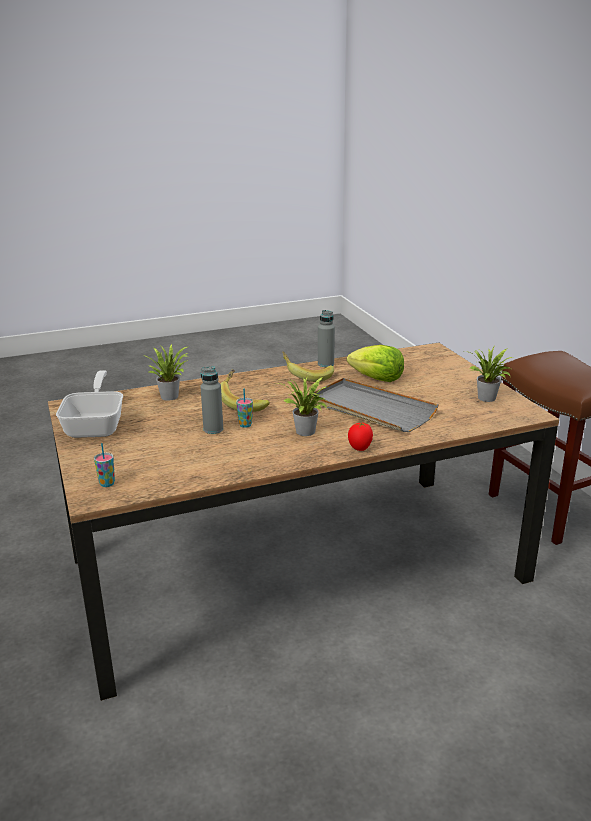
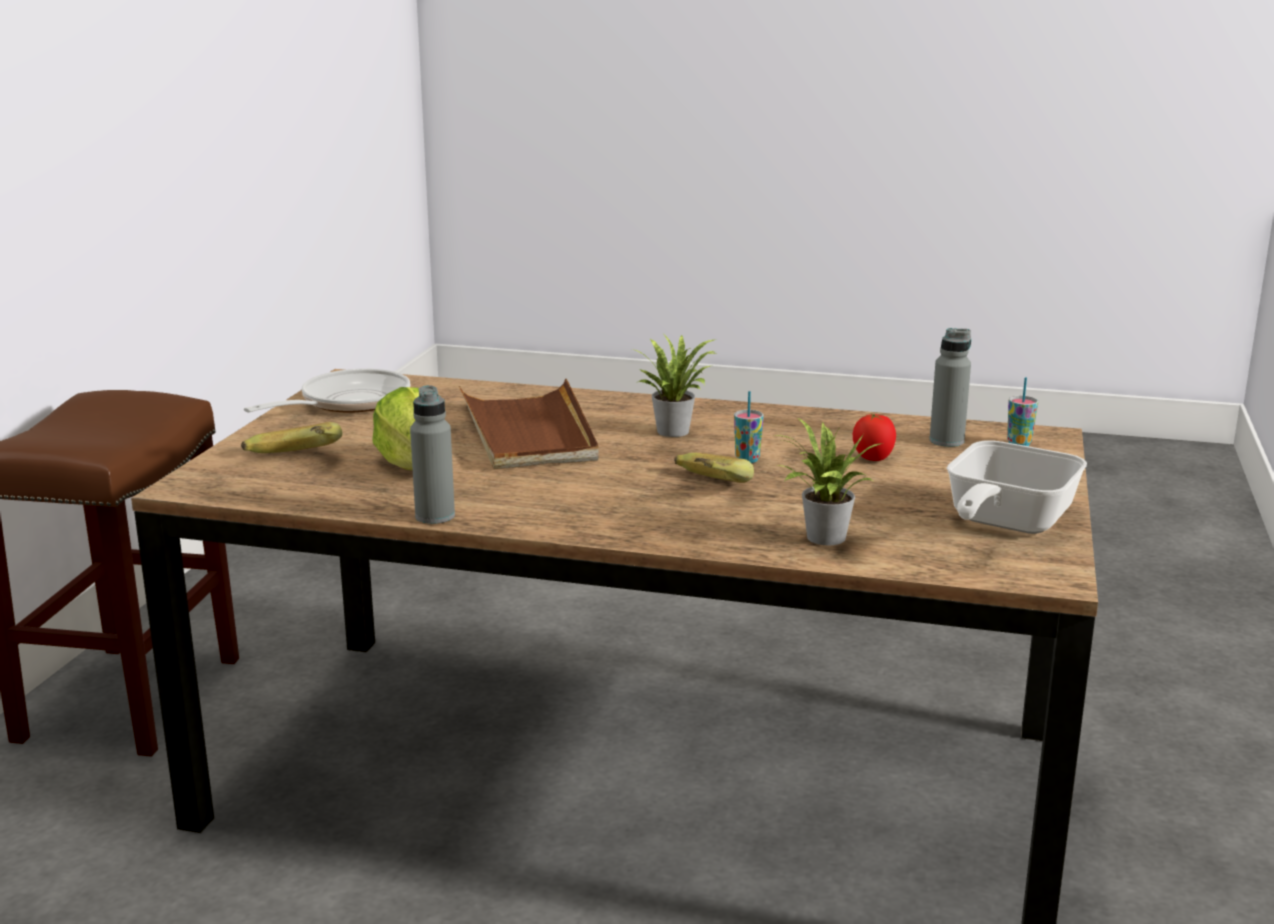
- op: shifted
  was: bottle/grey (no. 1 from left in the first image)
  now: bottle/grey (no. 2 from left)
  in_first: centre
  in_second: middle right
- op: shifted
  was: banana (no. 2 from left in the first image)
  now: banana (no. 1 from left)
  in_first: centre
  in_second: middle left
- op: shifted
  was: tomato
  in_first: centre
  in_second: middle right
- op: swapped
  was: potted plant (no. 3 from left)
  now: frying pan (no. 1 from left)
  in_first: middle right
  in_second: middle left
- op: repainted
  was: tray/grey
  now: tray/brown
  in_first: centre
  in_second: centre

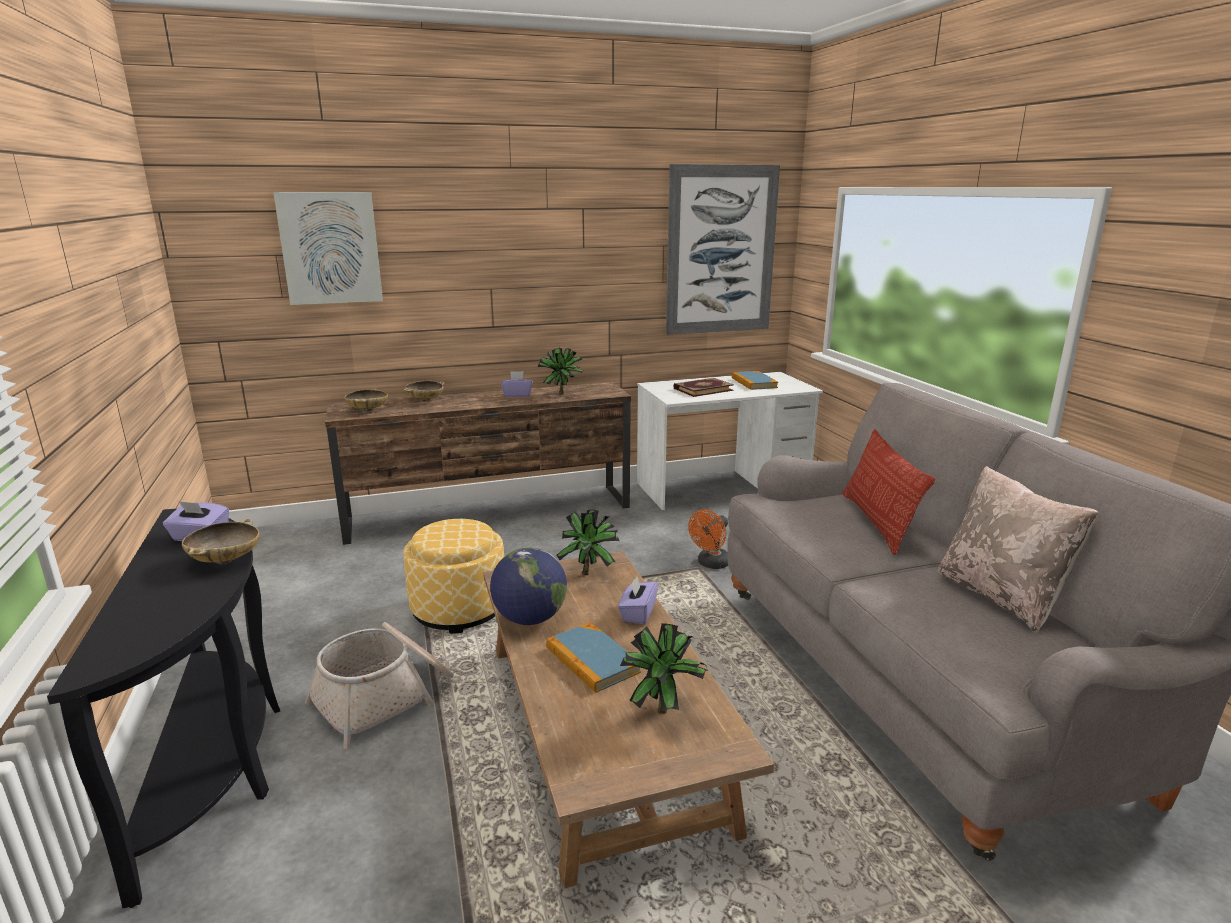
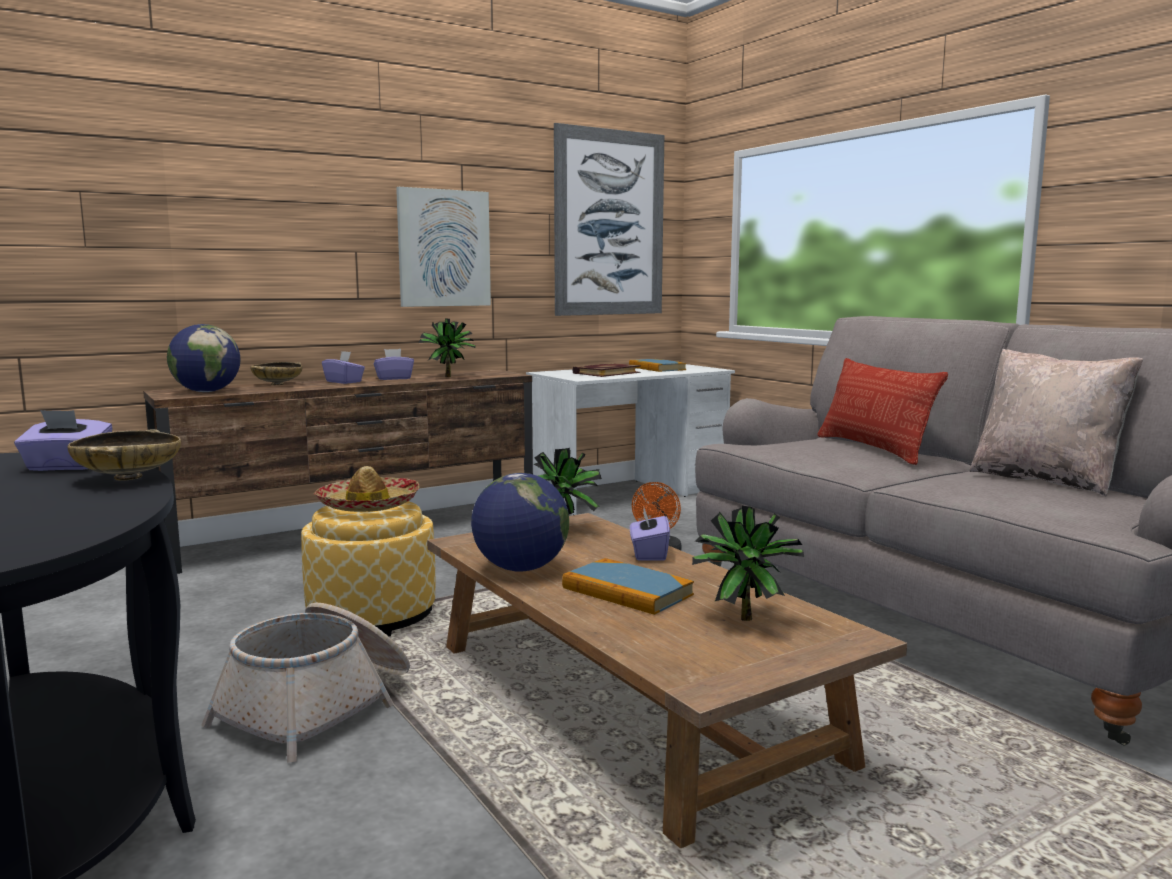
- op: new
  now: hat
  in_second: middle left
- op: new
  now: tissue box/purple (no. 2 from left)
  in_second: middle left
- op: shifted
  was: picture (no. 1 from left)
  in_first: top left
  in_second: top centre
- op: swapped
  was: bowl/beige (no. 2 from left)
  now: globe (no. 1 from left)
  in_first: middle left
  in_second: middle left

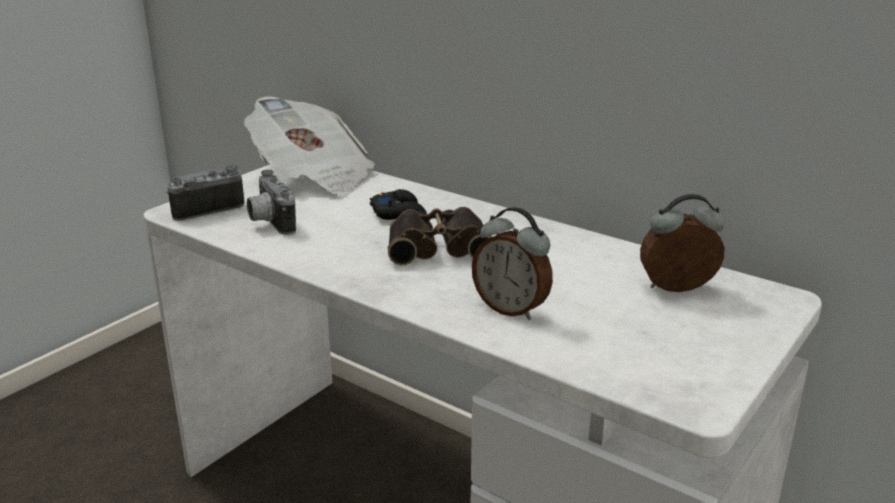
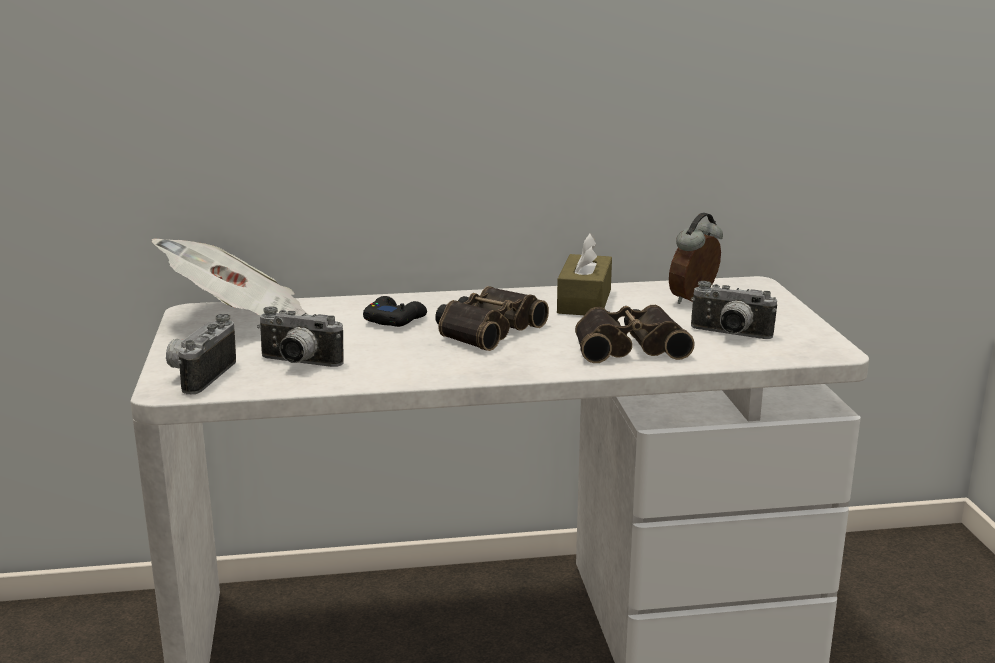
- op: new
  now: tissue box/brown
  in_second: centre
- op: new
  now: photo camera (no. 3 from left)
  in_second: middle right
- op: swapped
  was: alarm clock (no. 1 from left)
  now: binoculars (no. 2 from left)
  in_first: centre
  in_second: centre

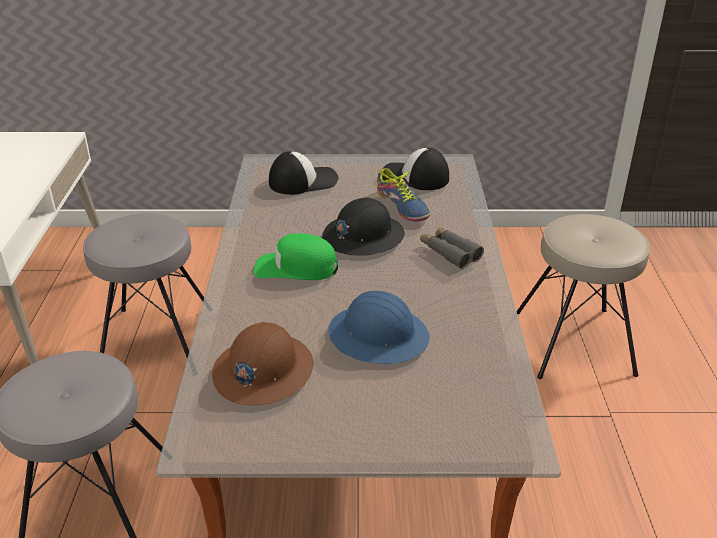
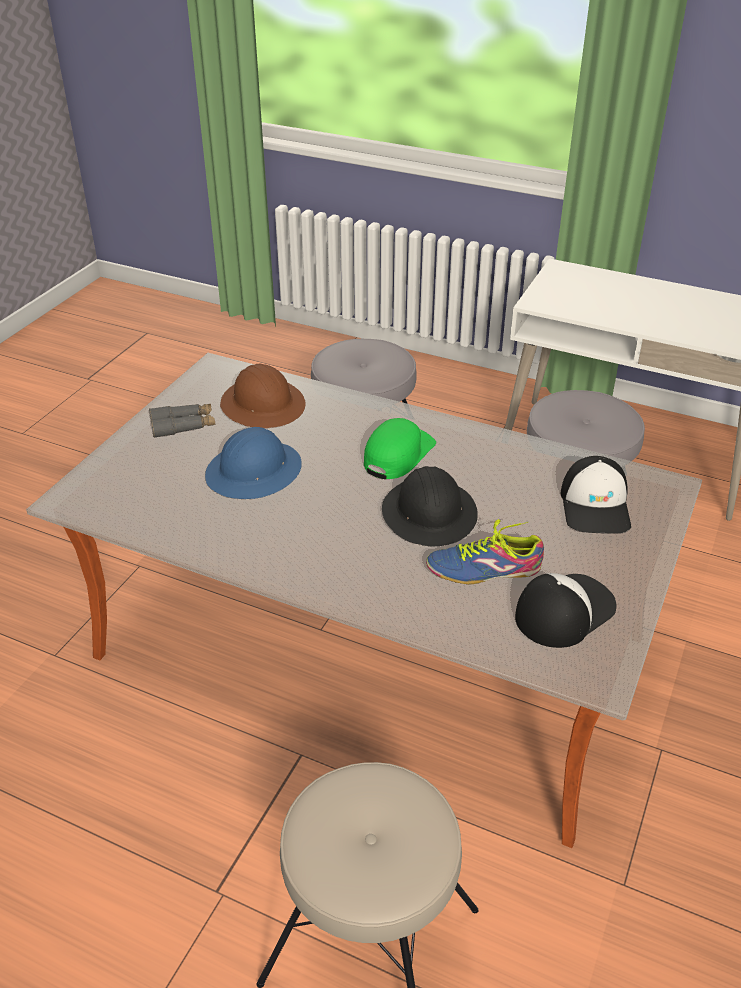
- op: shifted
  was: binoculars/grey
  in_first: centre
  in_second: middle left

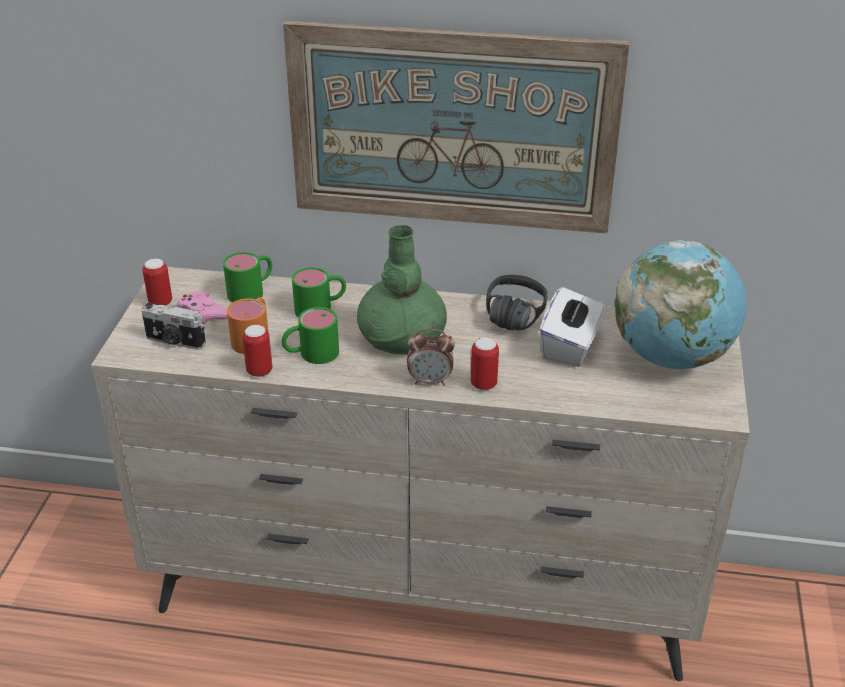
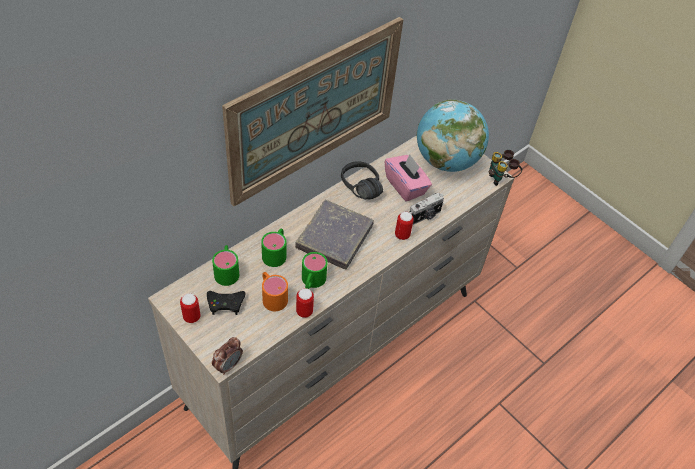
- op: new
  now: binoculars
  in_second: middle right
- op: shifted
  was: photo camera
  in_first: middle left
  in_second: centre
- op: shifted
  was: alarm clock
  in_first: centre
  in_second: bottom left
- op: swapped
  was: vase/green
  now: book/grey
  in_first: centre
  in_second: centre
- op: repainted
  was: game controller/pink
  now: game controller/black
  in_first: middle left
  in_second: middle left
- op: repainted
  was: tissue box/white
  now: tissue box/pink
  in_first: middle right
  in_second: centre

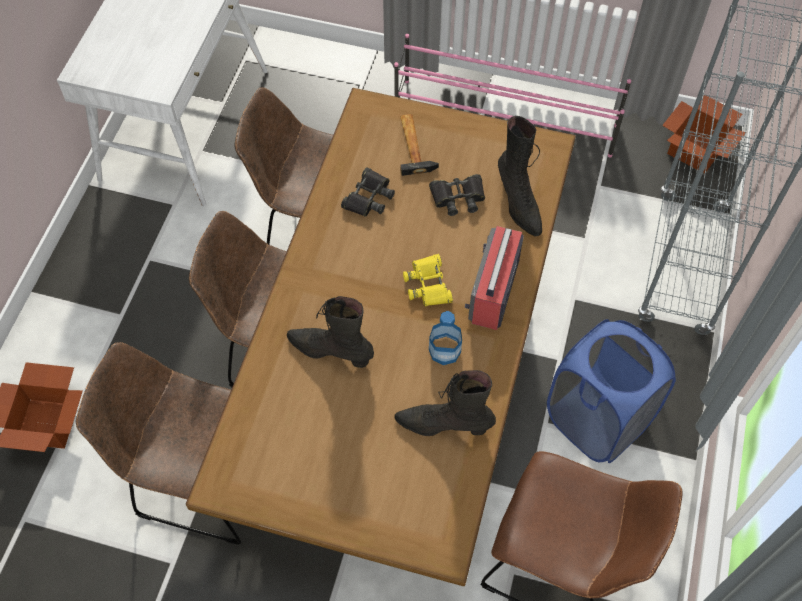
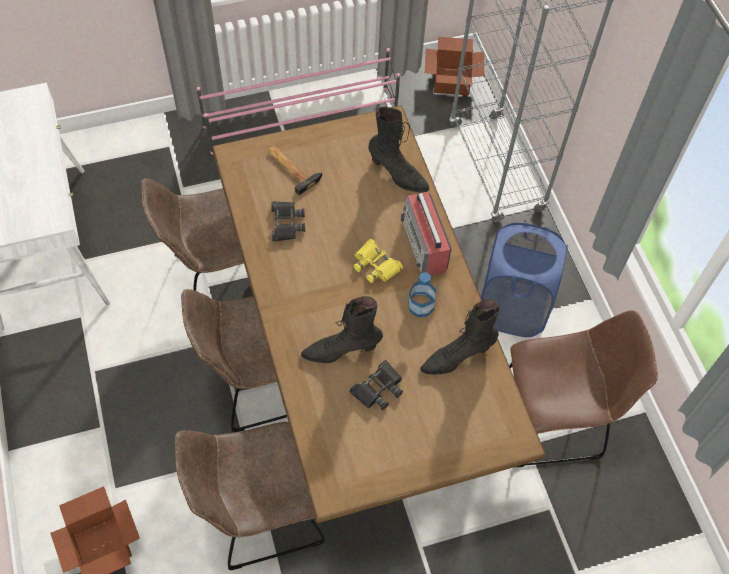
- op: shifted
  was: binoculars/black (no. 2 from left)
  in_first: top centre
  in_second: bottom centre

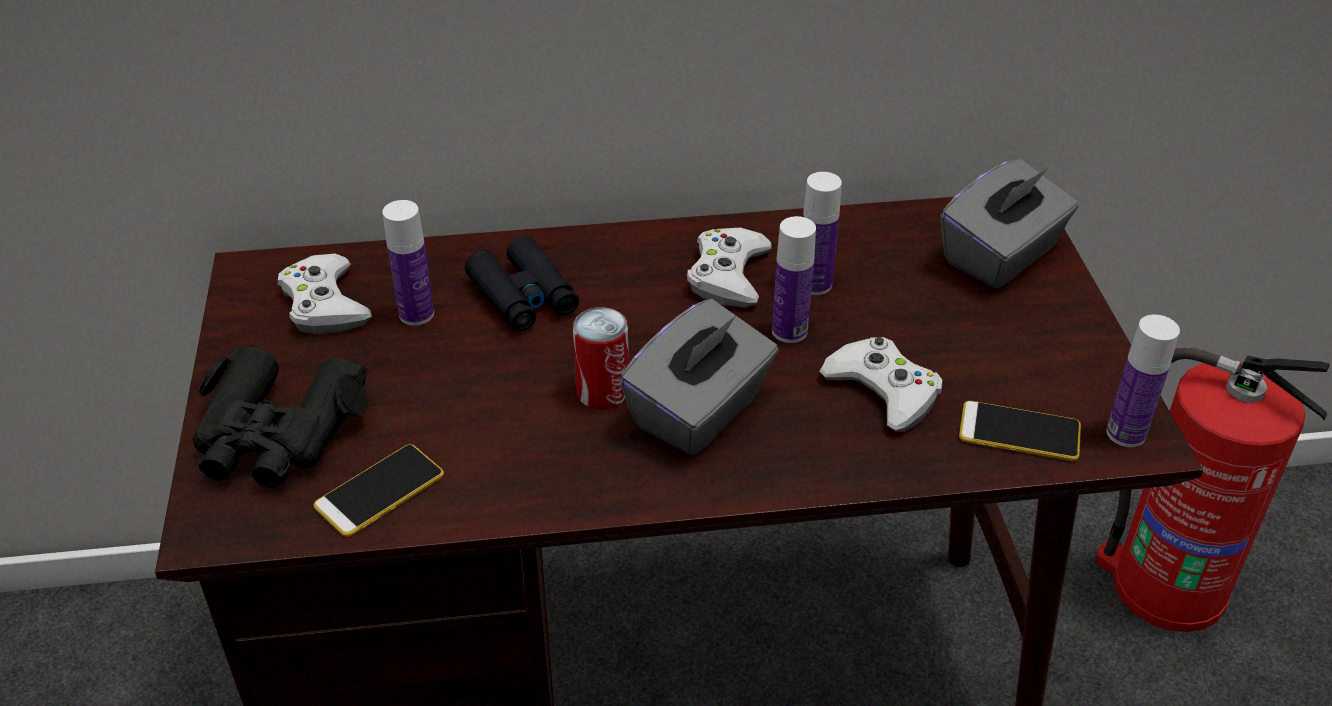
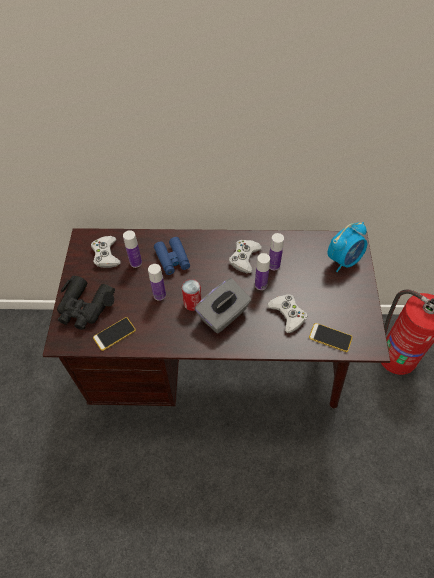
- op: shifted
  was: bottle (no. 4 from left in the first image)
  now: bottle (no. 2 from left)
  in_first: middle right
  in_second: centre
- op: swapped
  was: tissue box/grey (no. 2 from left)
  now: alarm clock
  in_first: top right
  in_second: middle right
- op: repainted
  was: binoculars/black (no. 2 from left)
  now: binoculars/blue
  in_first: centre
  in_second: centre

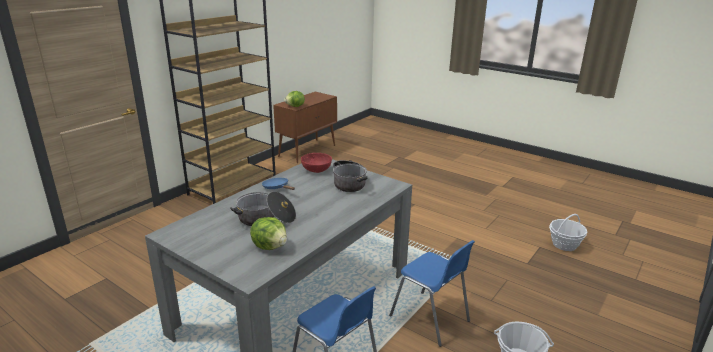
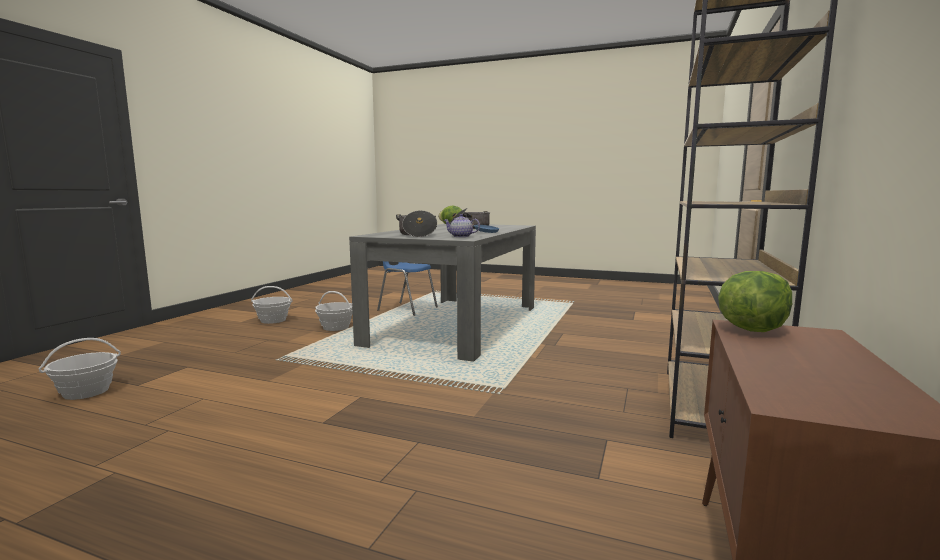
- op: swapped
  was: bowl/red
  now: teapot
  in_first: centre
  in_second: centre
- op: swapped
  was: chair/blue (no. 2 from left)
  now: basket (no. 3 from left)
  in_first: bottom centre
  in_second: centre

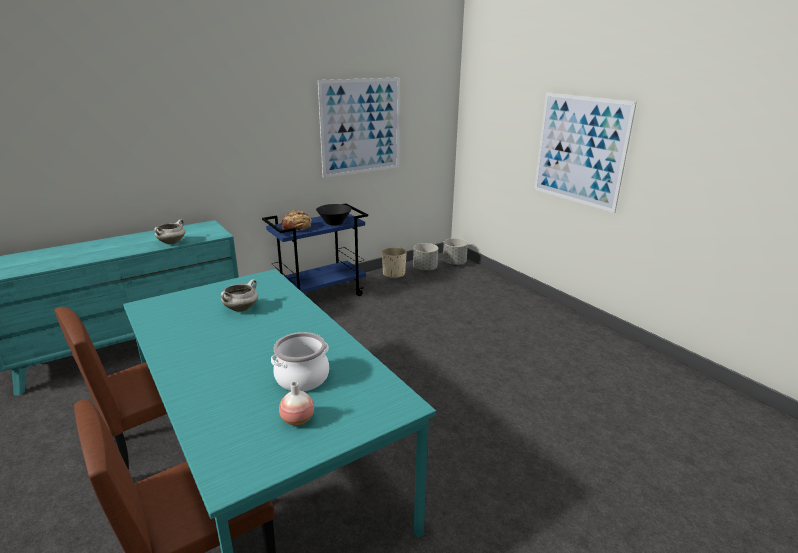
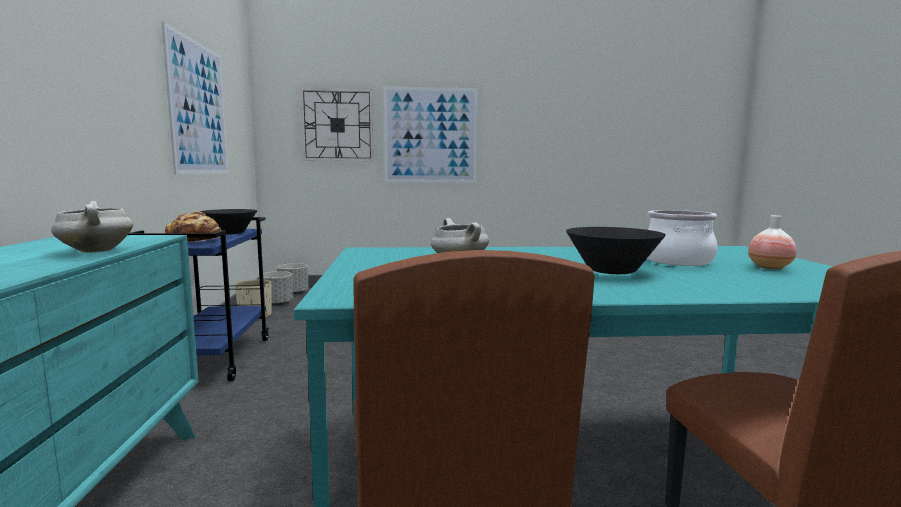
- op: new
  now: wall clock
  in_second: top centre
- op: new
  now: bowl/black (no. 2 from left)
  in_second: middle right

